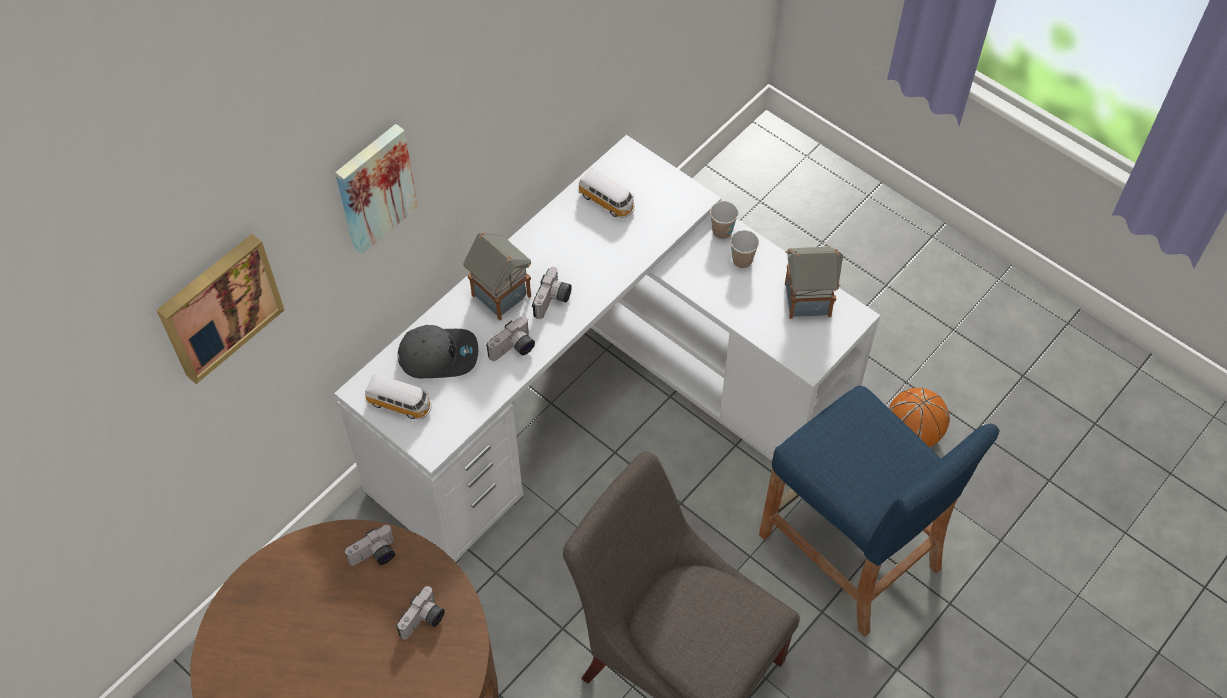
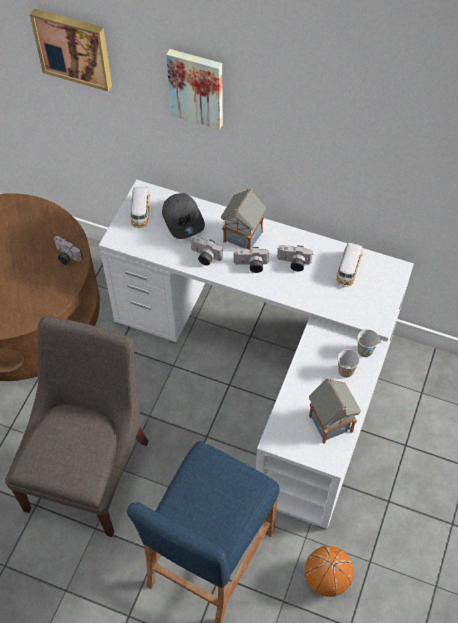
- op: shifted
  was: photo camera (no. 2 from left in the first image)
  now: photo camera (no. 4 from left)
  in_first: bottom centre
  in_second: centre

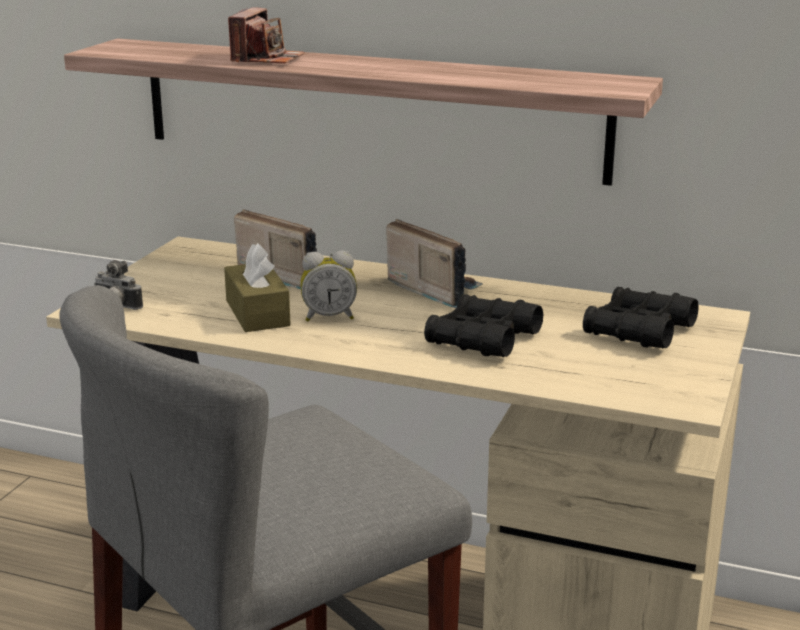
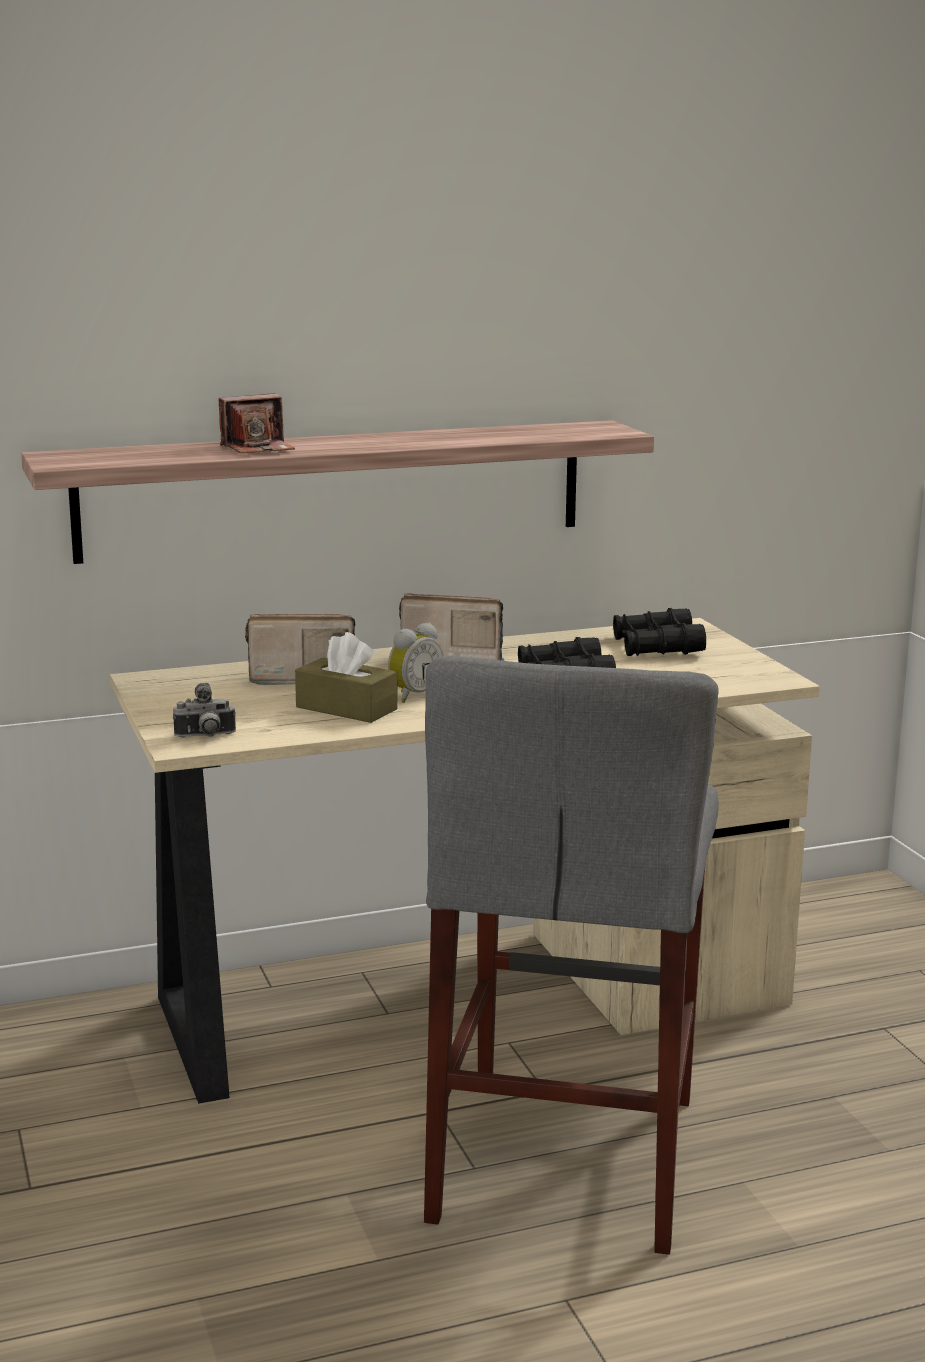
- op: rotated
  was: photo camera (no. 2 from left)
  in_first: top left
  in_second: top left
  clockwise: 90

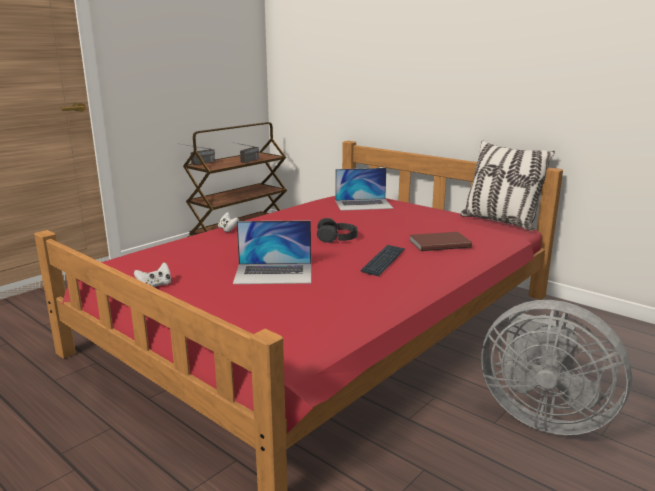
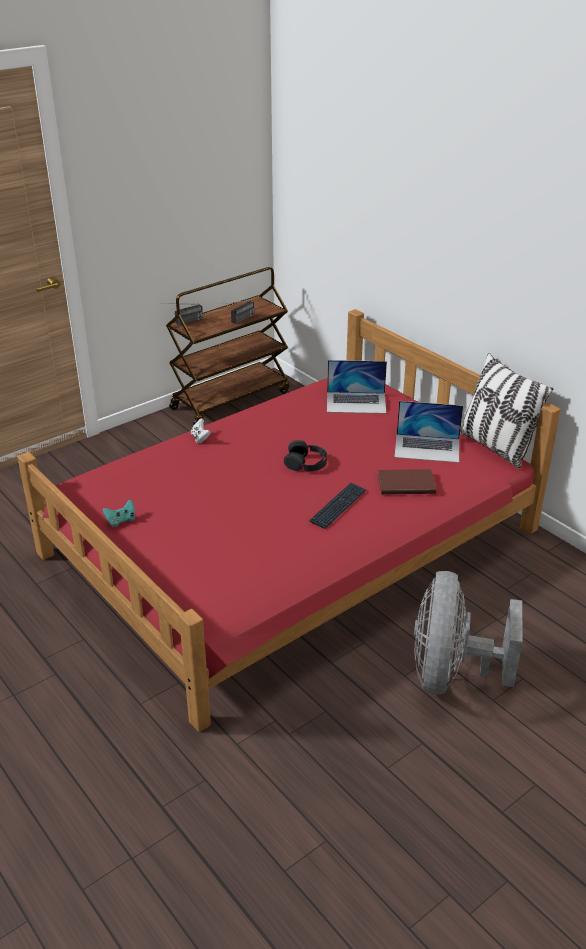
- op: shifted
  was: laptop (no. 1 from left in the first image)
  now: laptop (no. 2 from left)
  in_first: centre
  in_second: middle right
- op: repainted
  was: game controller/white (no. 1 from left)
  now: game controller/turquoise
  in_first: middle left
  in_second: middle left
- op: rotated
  was: fan/grey
  in_first: bottom right
  in_second: middle right
  clockwise: 60

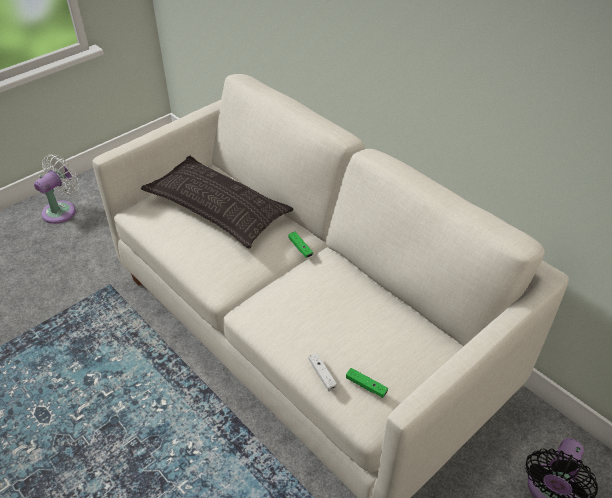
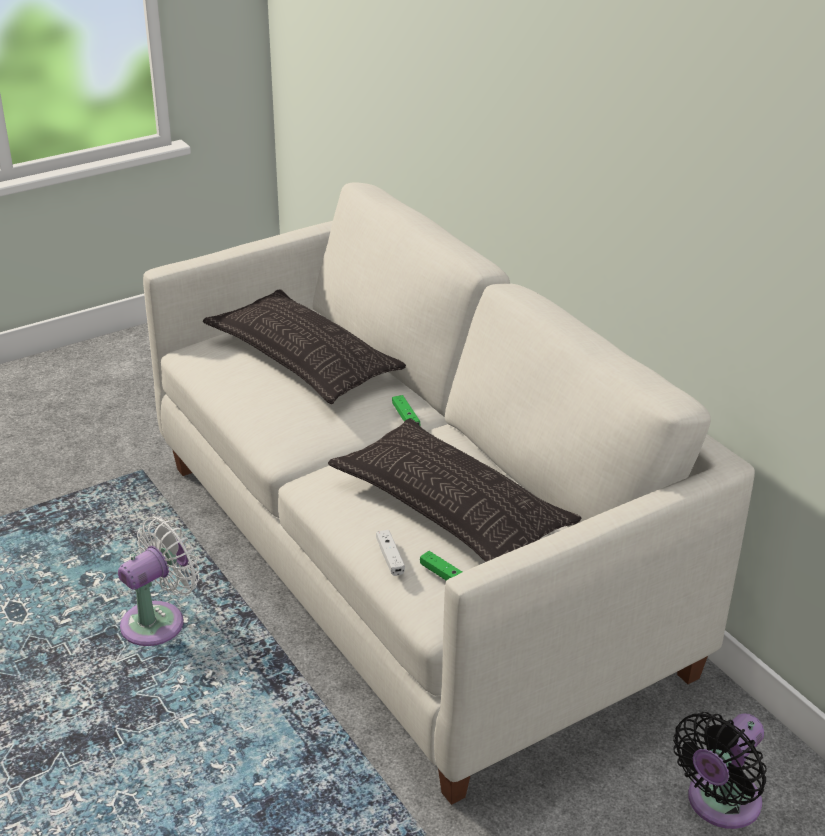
- op: new
  now: pillow (no. 2 from left)
  in_second: centre
- op: shifted
  was: fan/white
  in_first: middle left
  in_second: bottom left

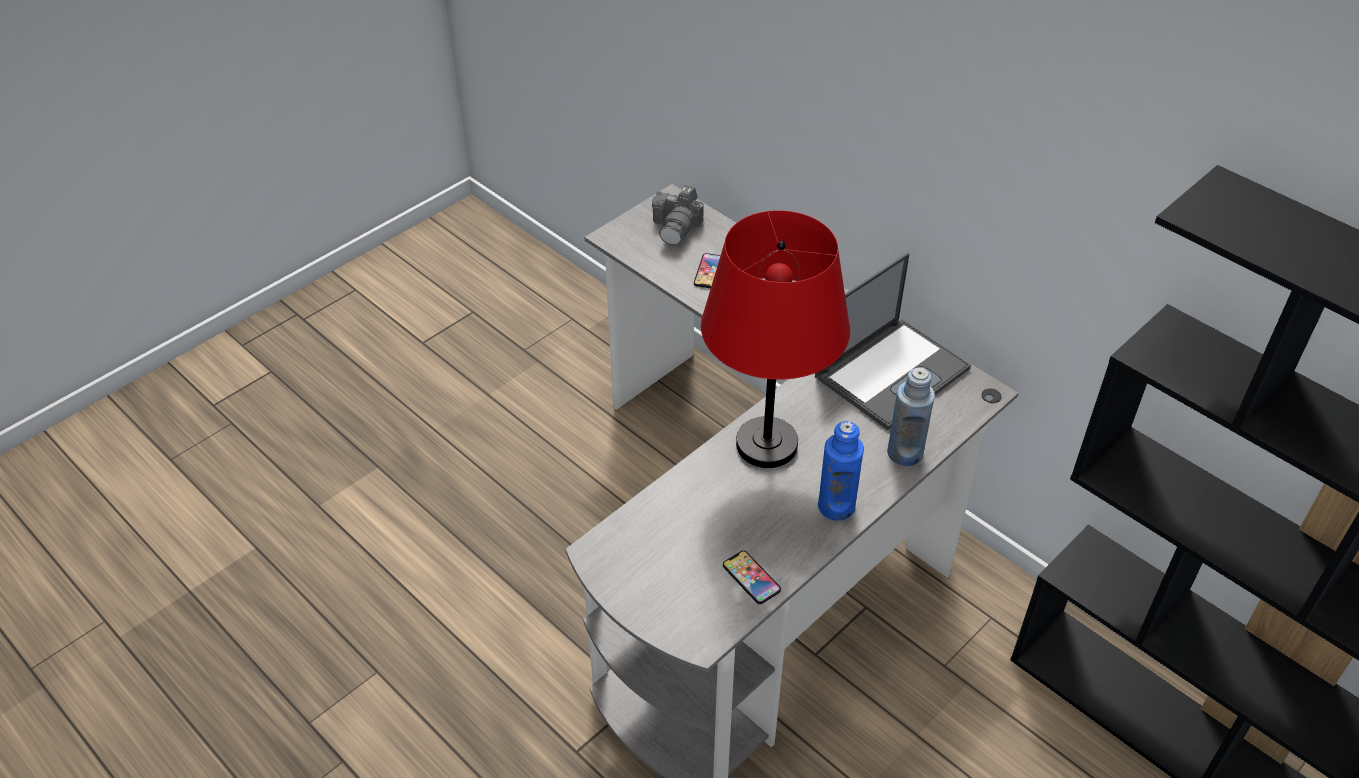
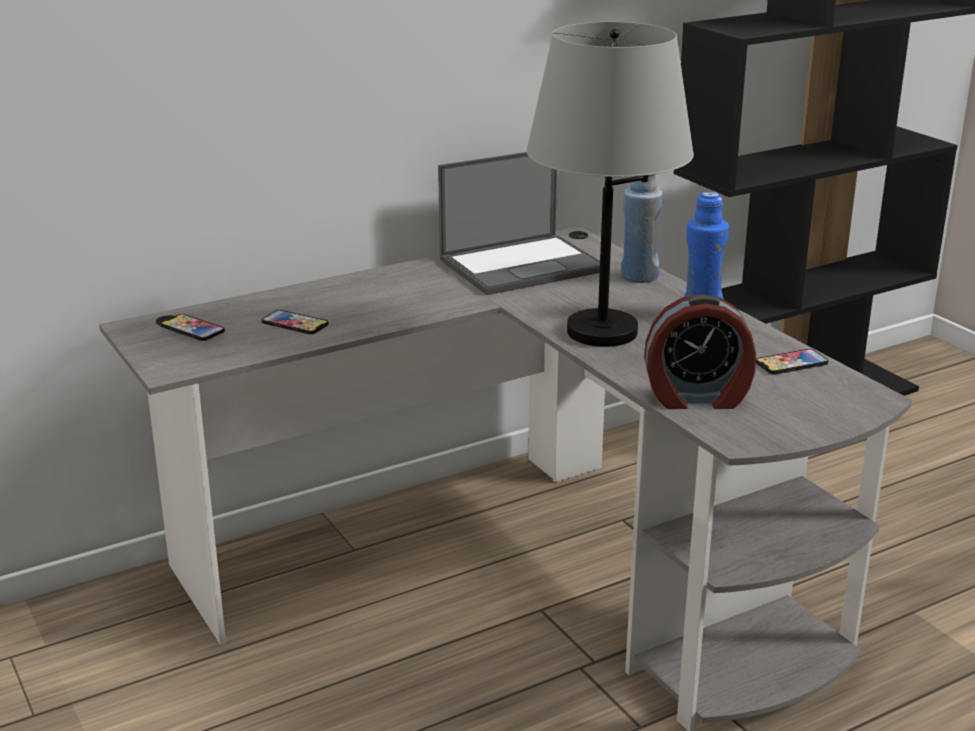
- op: new
  now: alarm clock
  in_second: middle right
- op: swapped
  was: photo camera
  now: phone (no. 1 from left)
  in_first: top centre
  in_second: middle left
- op: repainted
  was: table lamp/red
  now: table lamp/grey
  in_first: centre
  in_second: top centre
- op: rotated
  was: laptop
  in_first: centre
  in_second: top centre
  clockwise: 90

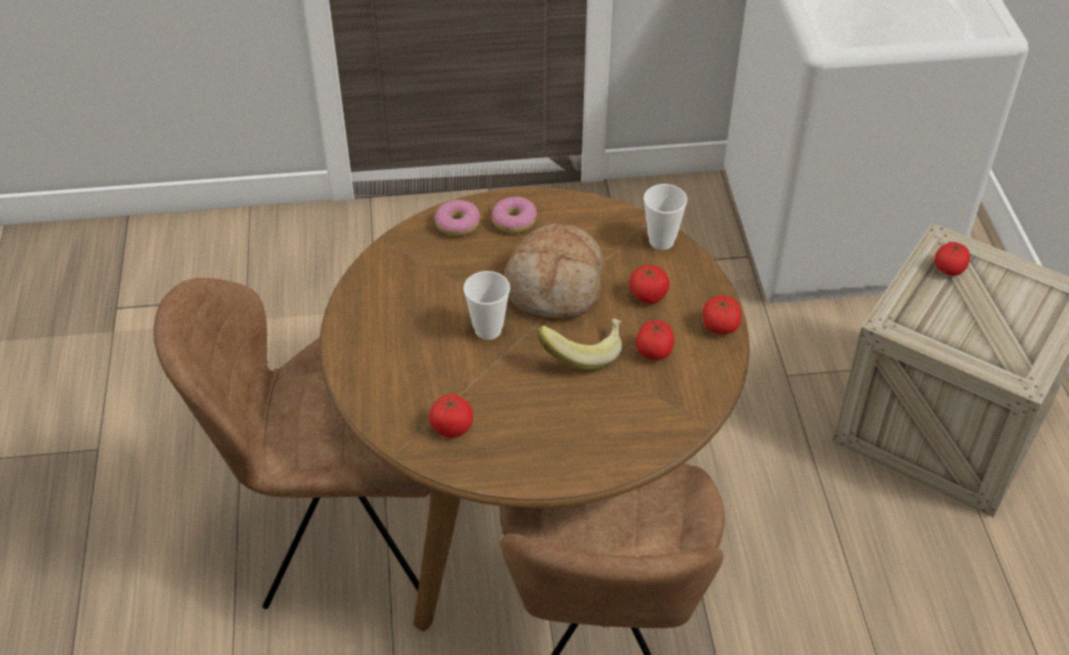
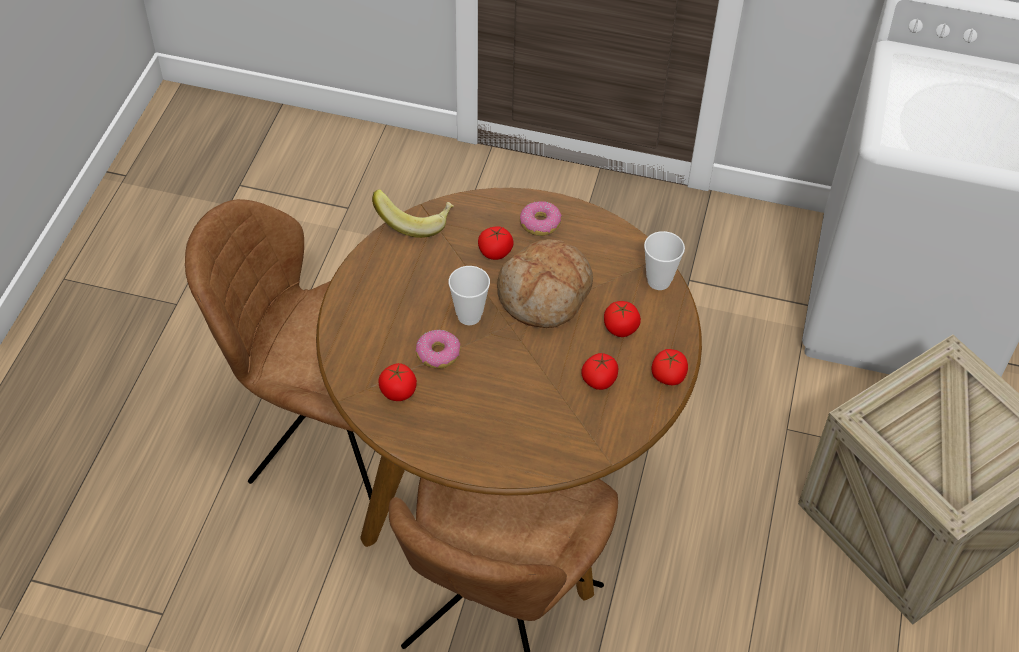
- op: shifted
  was: donut (no. 1 from left)
  in_first: top centre
  in_second: centre
- op: shifted
  was: banana
  in_first: centre
  in_second: top centre
- op: shifted
  was: tomato (no. 5 from left in the first image)
  now: tomato (no. 2 from left)
  in_first: middle right
  in_second: centre

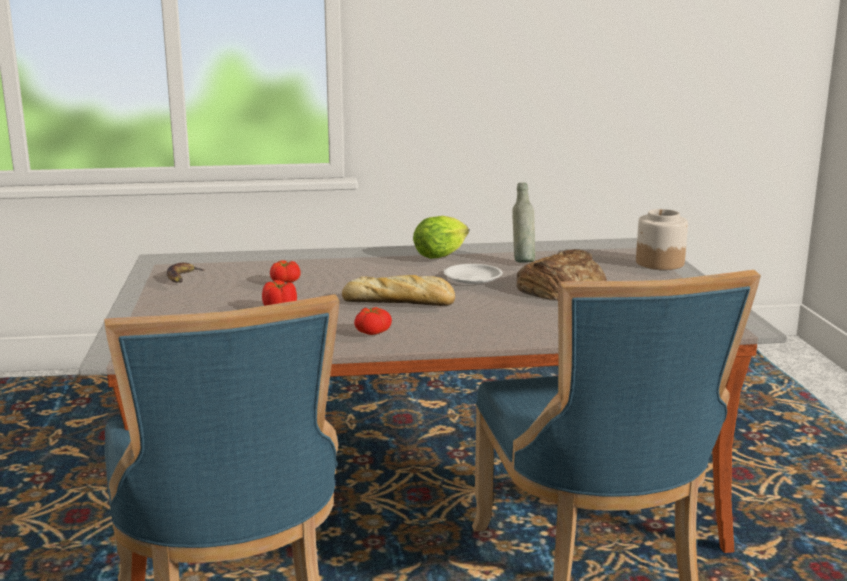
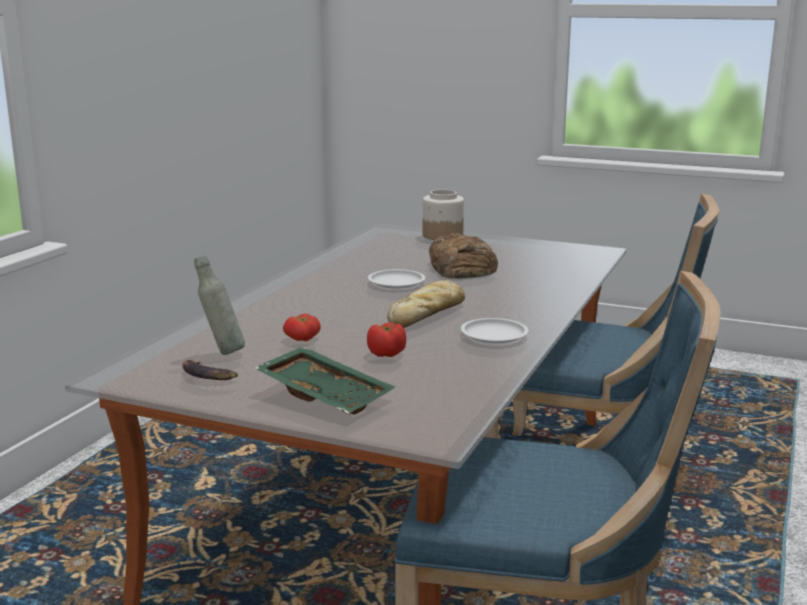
- op: gone
  was: lettuce
  in_first: centre
- op: new
  now: tray/green
  in_second: centre
- op: shifted
  was: bottle/grey
  in_first: centre
  in_second: middle left
- op: swapped
  was: tomato (no. 3 from left)
  now: plate/white (no. 2 from left)
  in_first: centre
  in_second: centre

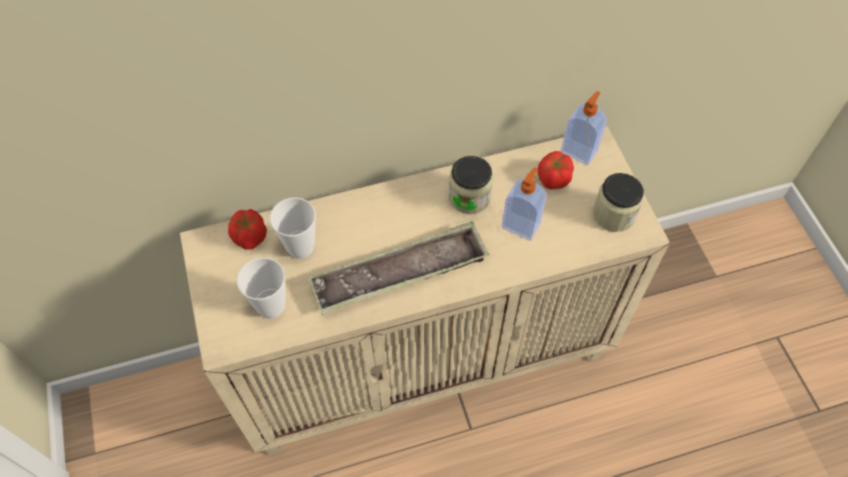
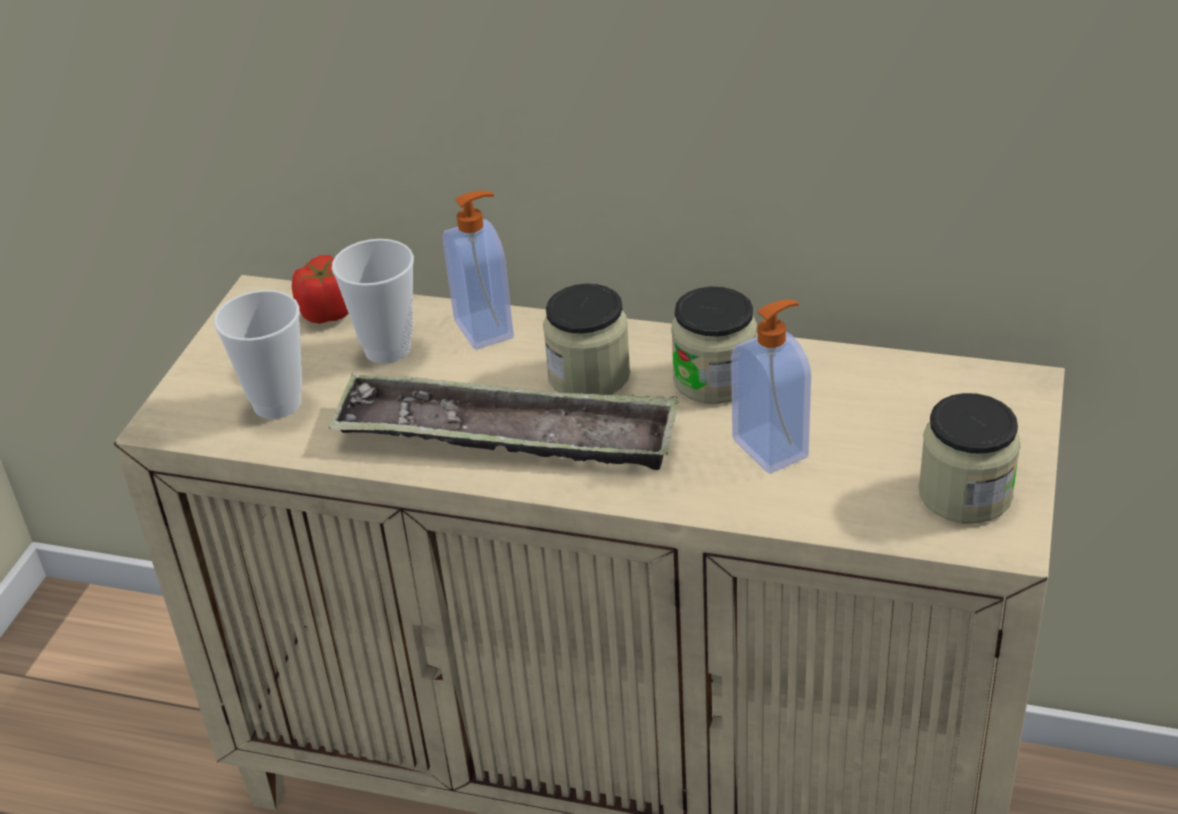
- op: gone
  was: tomato (no. 2 from left)
  in_first: centre
- op: new
  now: jar (no. 1 from left)
  in_second: centre
- op: shifted
  was: soap dispenser (no. 2 from left in the first image)
  now: soap dispenser (no. 1 from left)
  in_first: top right
  in_second: top centre

